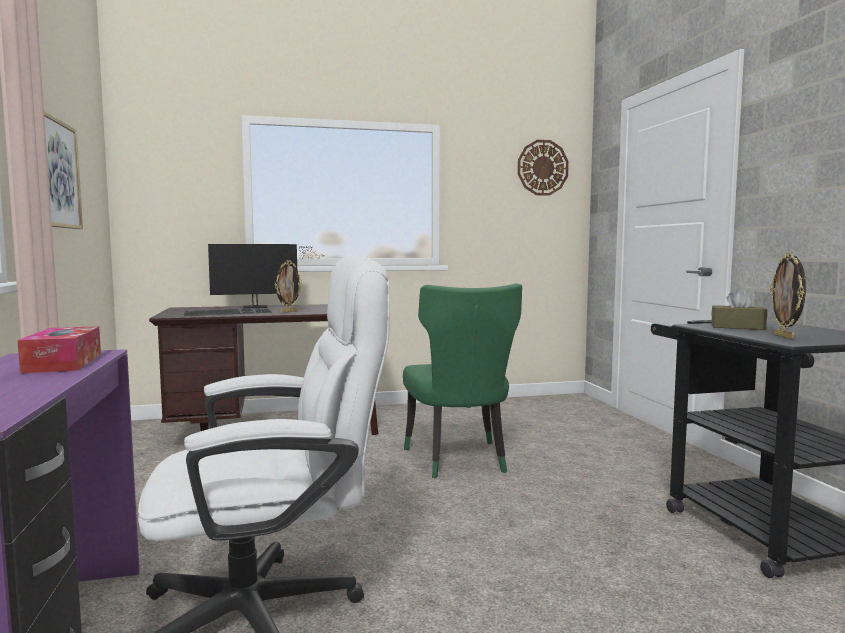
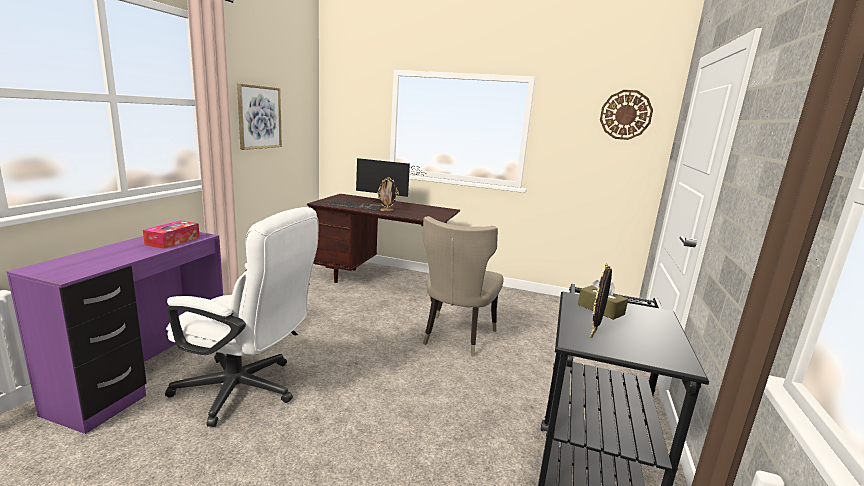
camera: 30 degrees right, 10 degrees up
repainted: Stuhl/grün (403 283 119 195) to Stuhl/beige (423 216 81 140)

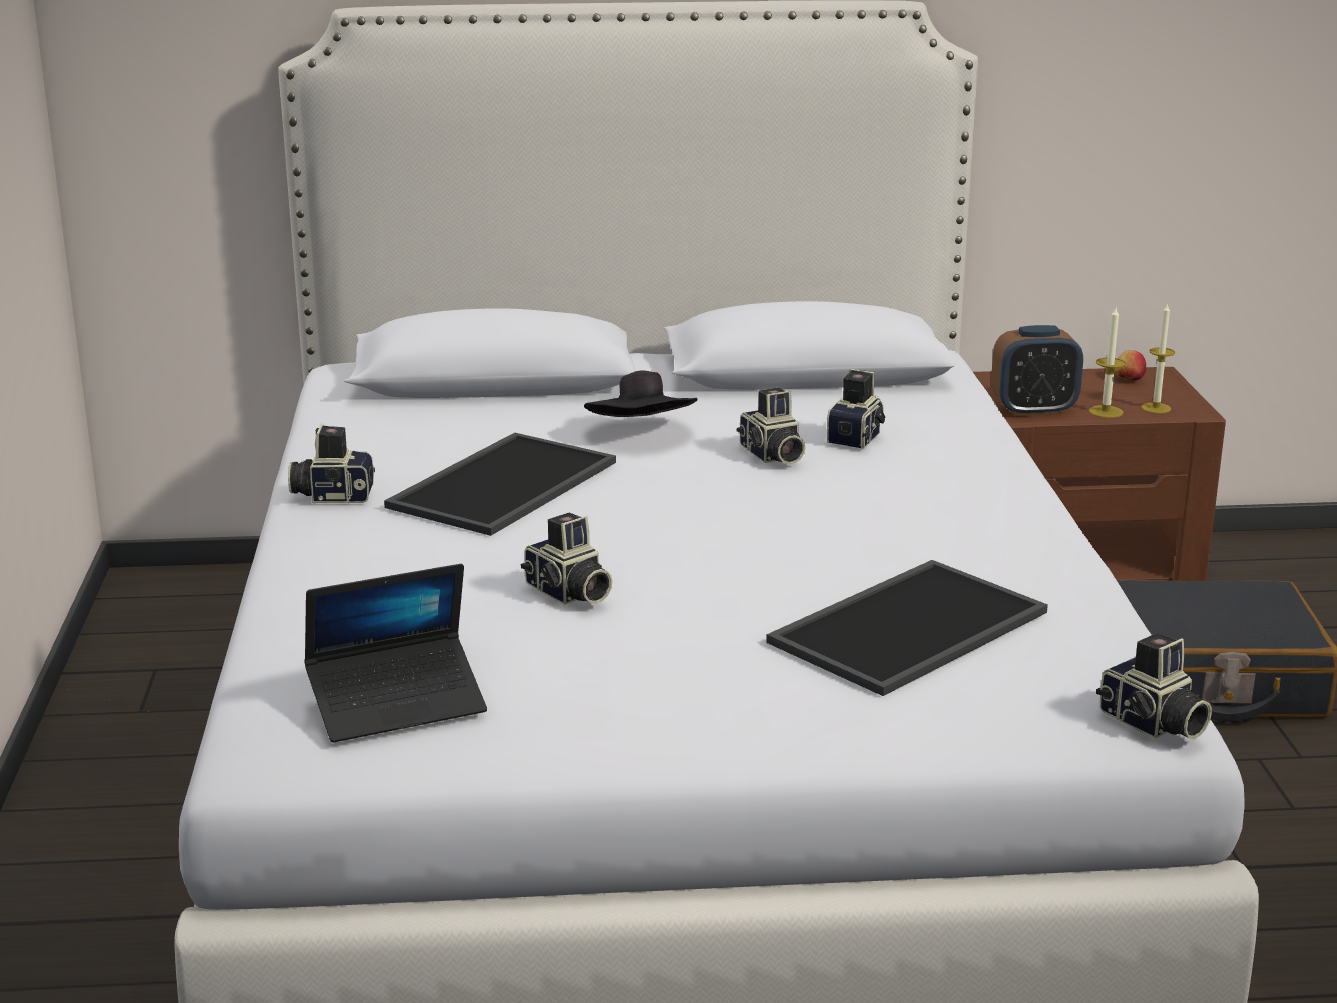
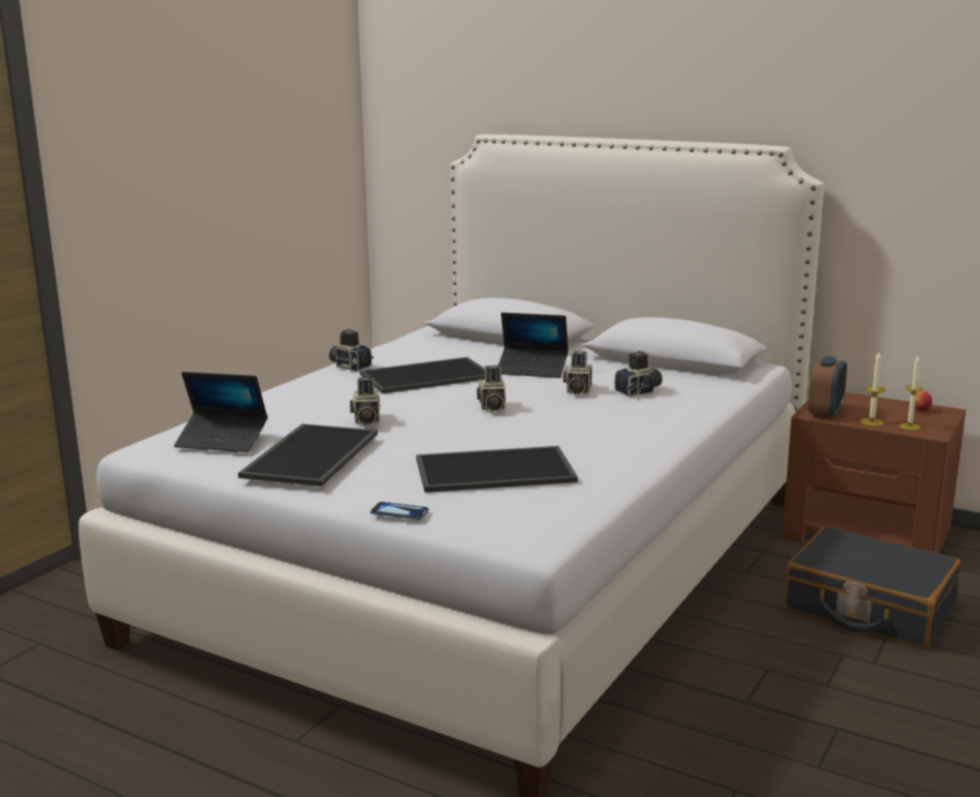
camera: 35 degrees right, 5 degrees down
new: Tablett (238 424 140 62); Handy (370 502 59 18)
shifted: Kamera (1096 633 116 106) to (477 365 28 47)
swapped: Hut/schwarz (584 370 114 47) to Laptop (498 312 70 66)
rotated: Wecker (991 325 92 92) = (808 356 39 63) 90 degrees counterclockwise

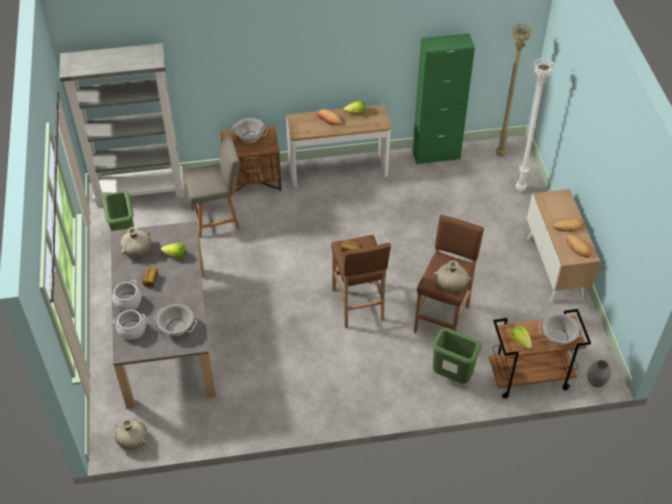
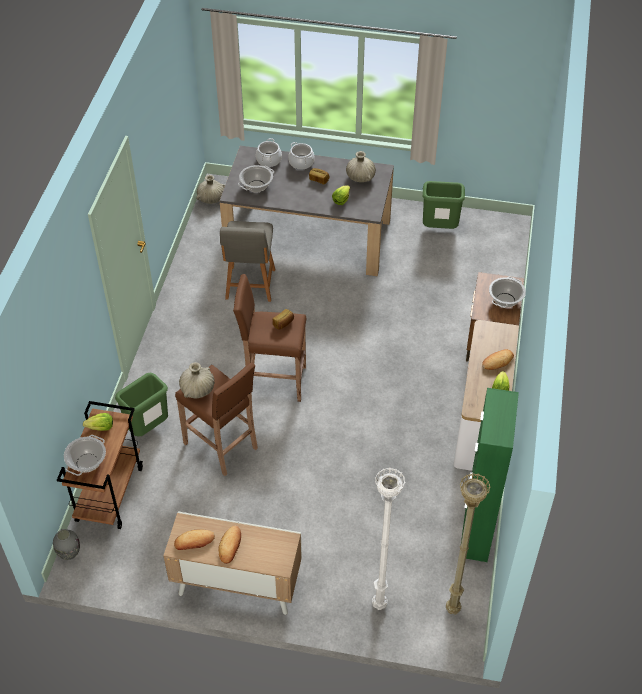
camera: 110 degrees right, 0 degrees up
gone: Bücherregal/grau (59 43 125 164)
shifted: Stuhl/grau (183 135 57 103) to (220 221 55 81)

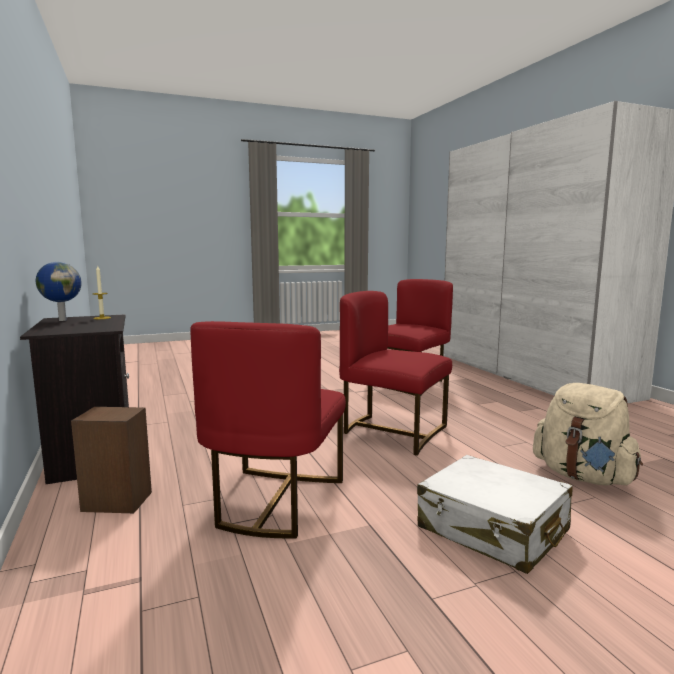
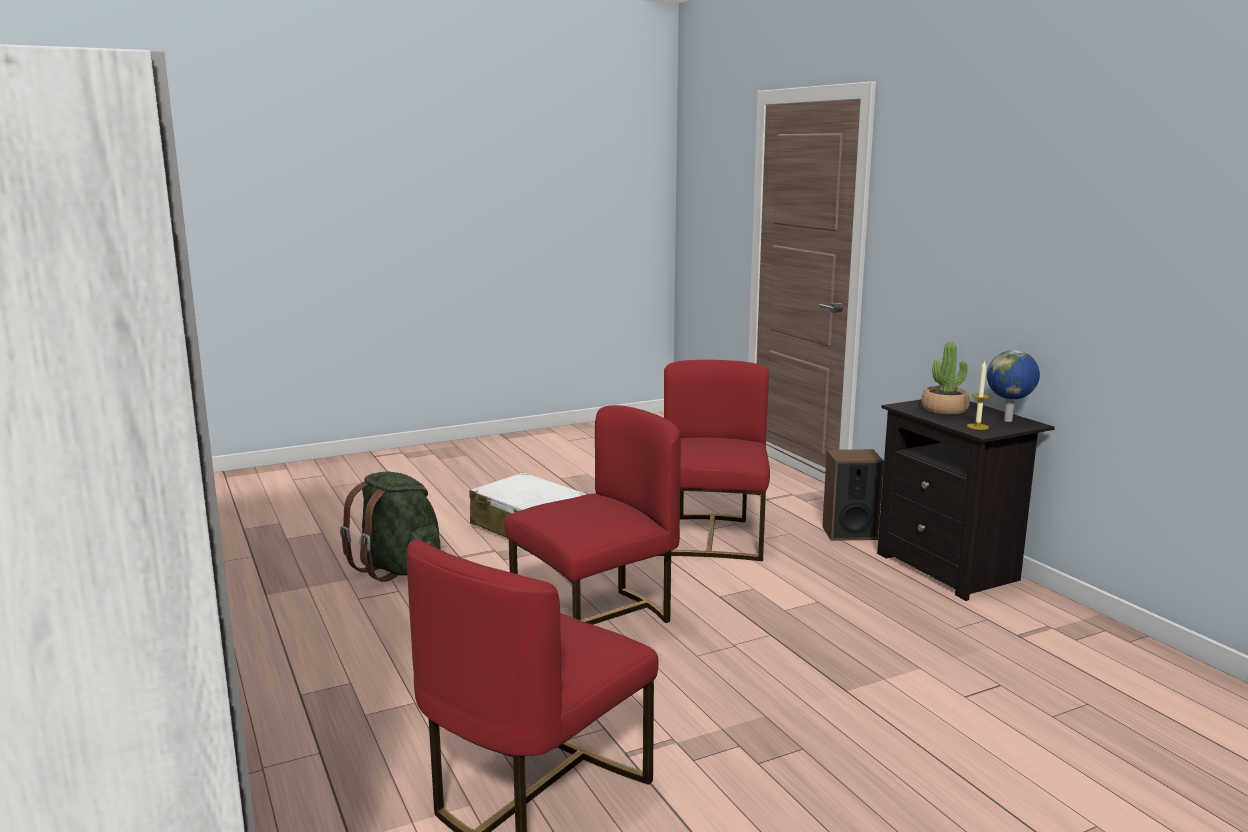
camera: 175 degrees right, 5 degrees up
new: Topfpflanze (921 342 49 73)
repainted: Rucksack/beige (533 383 110 102) to Rucksack/grün (340 471 101 111)
rotated: Stuhl/rot (339 291 113 165) = (504 405 177 220) 60 degrees counterclockwise

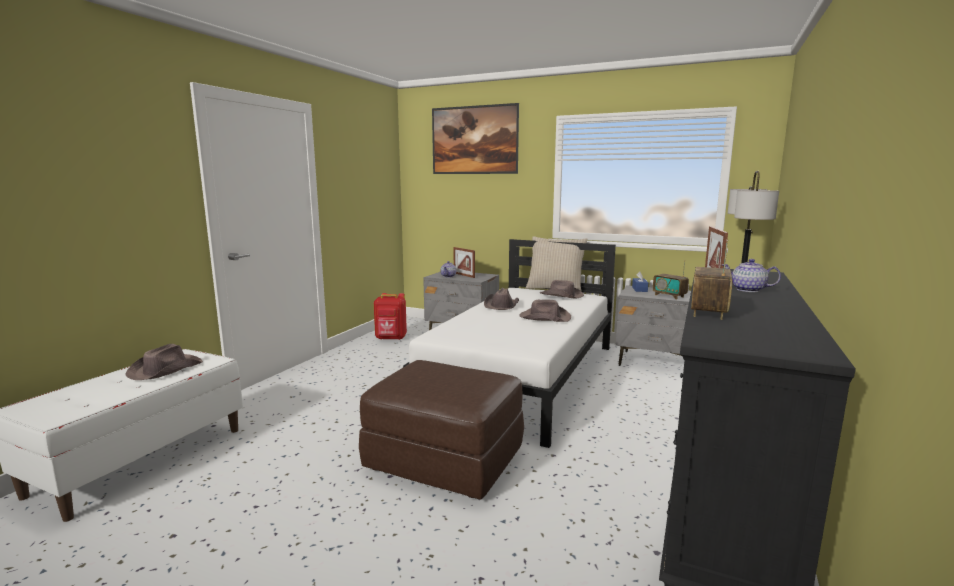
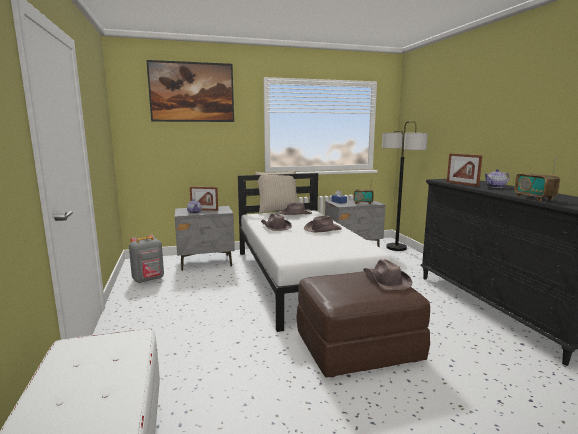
camera: 40 degrees left, 0 degrees up
shifted: Hut/braun (125 344 78 36) to (363 259 49 31)
repainted: Rucksack/rot (374 293 33 47) to Rucksack/grau (129 235 35 48)

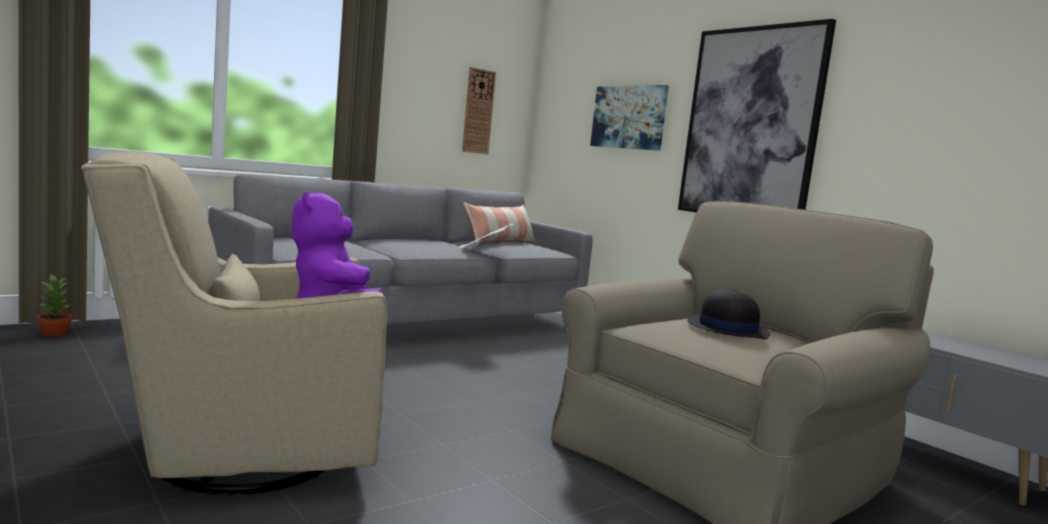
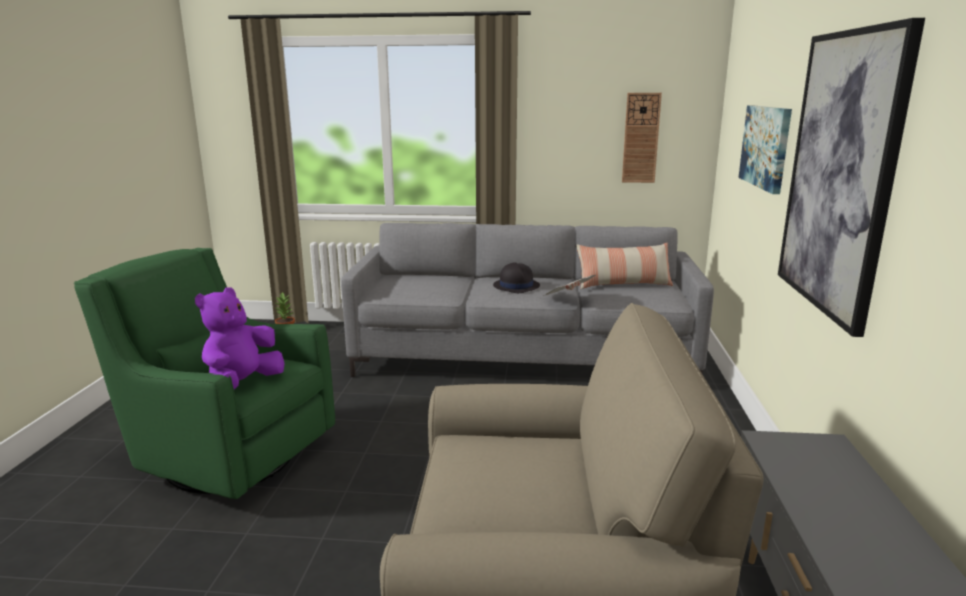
camera: 45 degrees right, 10 degrees up
shifted: Hut/schwarz (688 289 82 50) to (493 262 47 31)
repainted: Sessel/beige (81 152 306 343) to Sessel/grün (74 248 261 251)

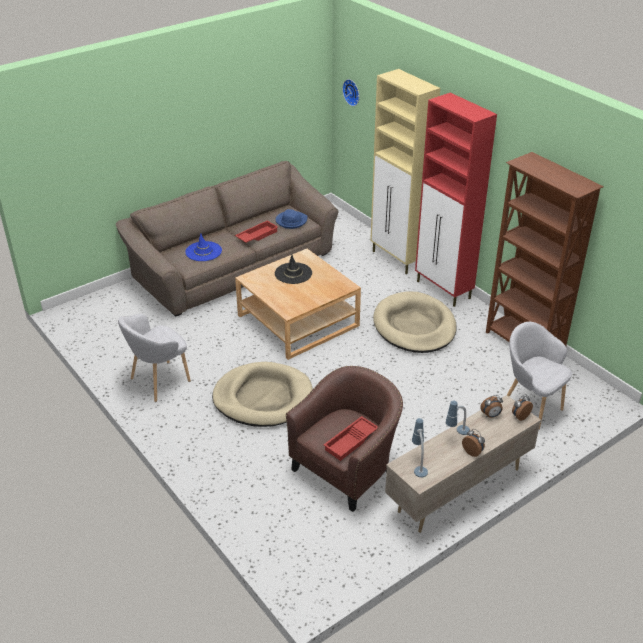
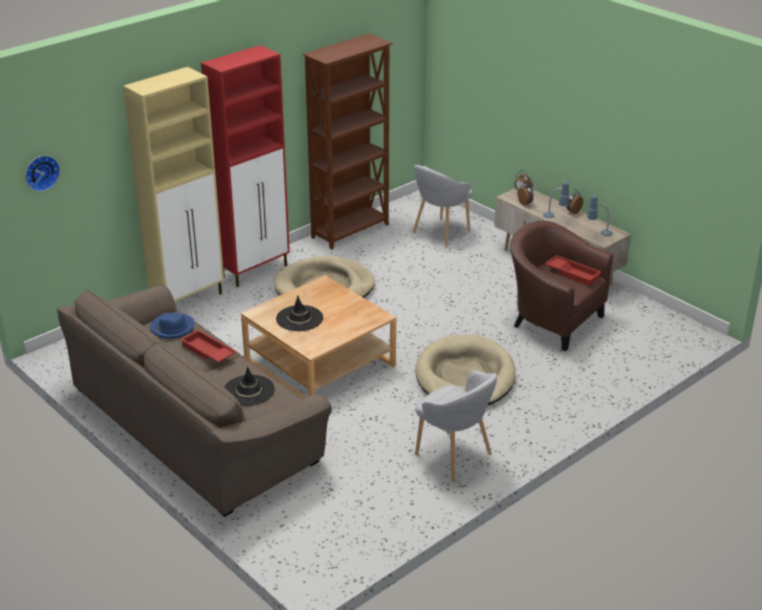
camera: 95 degrees left, 5 degrees down
repainted: Hut/blau (185 233 37 28) to Hut/schwarz (224 366 51 40)

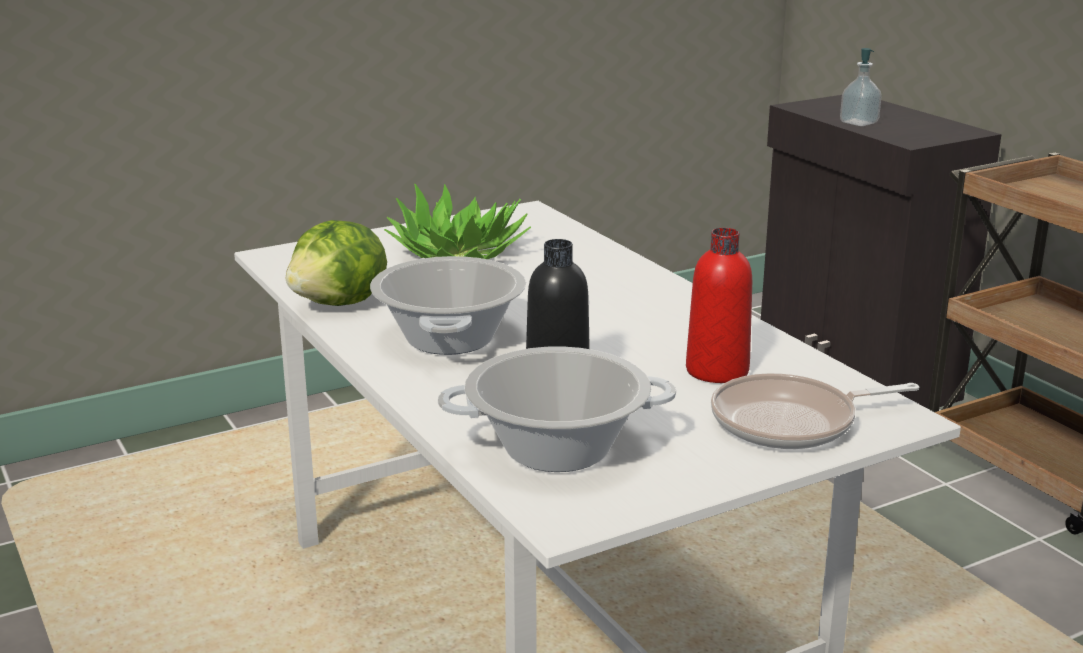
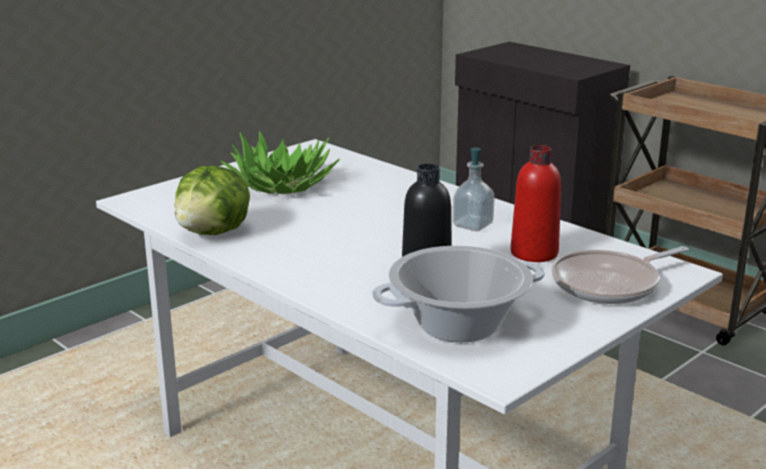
camera: 15 degrees left, 0 degrees up
gone: Kochtopf (370 256 156 99)
shifted: Seifenspender (840 48 42 78) to (453 147 42 84)

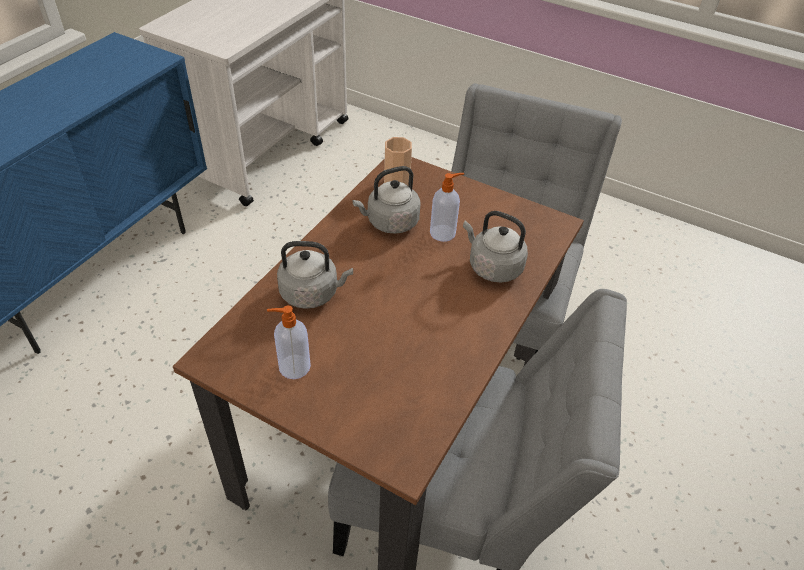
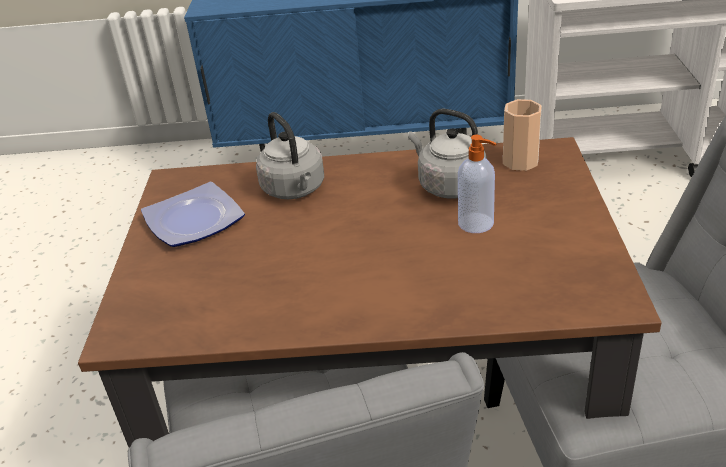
camera: 65 degrees right, 10 degrees down
gone: Wasserkessel/grau (463 211 65 71)
swapped: Seifenspender (267 306 44 73) to Teller (141 182 104 65)

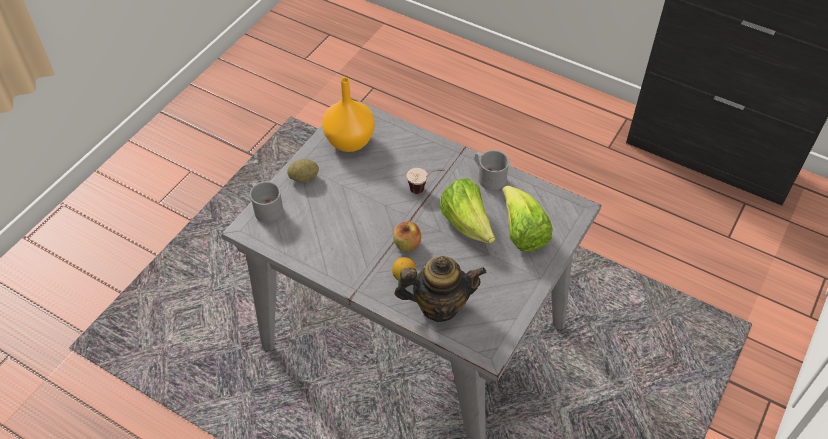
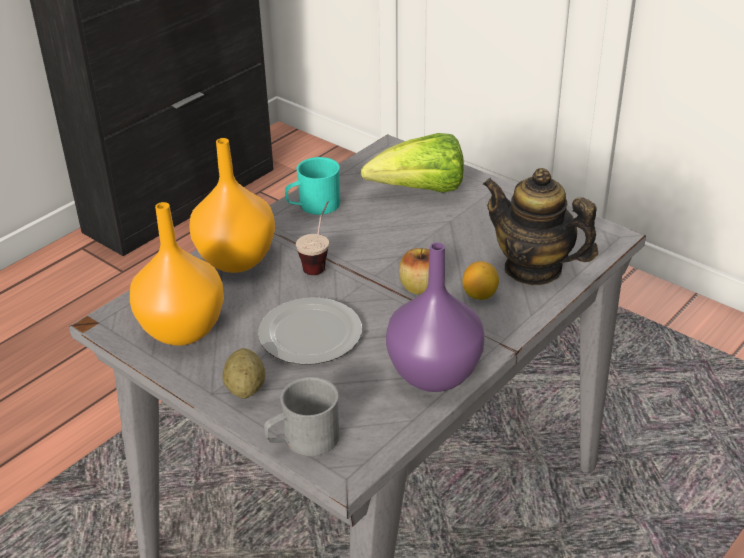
camera: 80 degrees left, 15 degrees down
gone: Salatkopf (440 178 55 65)
new: Vase/orange (189 138 86 135); Vase/lila (386 242 99 150); Teller (258 297 104 68)
repainted: Henkelbecher/grau (475 150 34 41) to Henkelbecher/türkis (285 157 55 58)
rotated: Teekanne (395 256 91 66) = (482 168 116 117) 60 degrees counterclockwise

